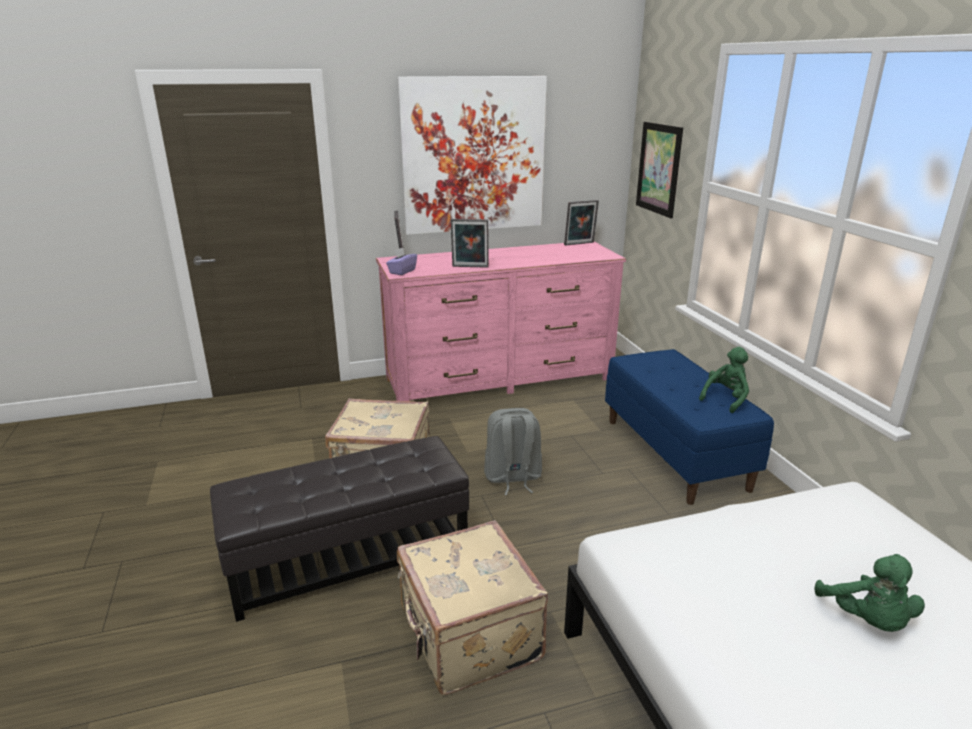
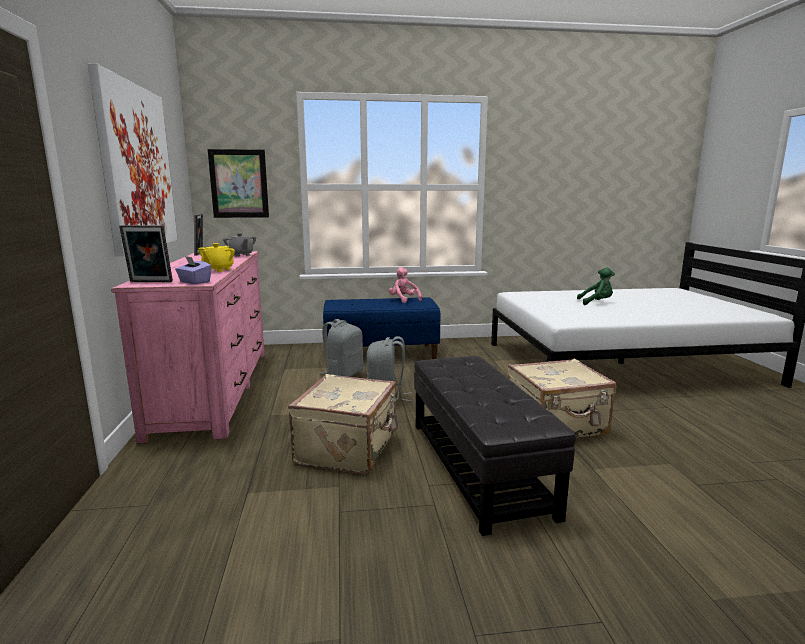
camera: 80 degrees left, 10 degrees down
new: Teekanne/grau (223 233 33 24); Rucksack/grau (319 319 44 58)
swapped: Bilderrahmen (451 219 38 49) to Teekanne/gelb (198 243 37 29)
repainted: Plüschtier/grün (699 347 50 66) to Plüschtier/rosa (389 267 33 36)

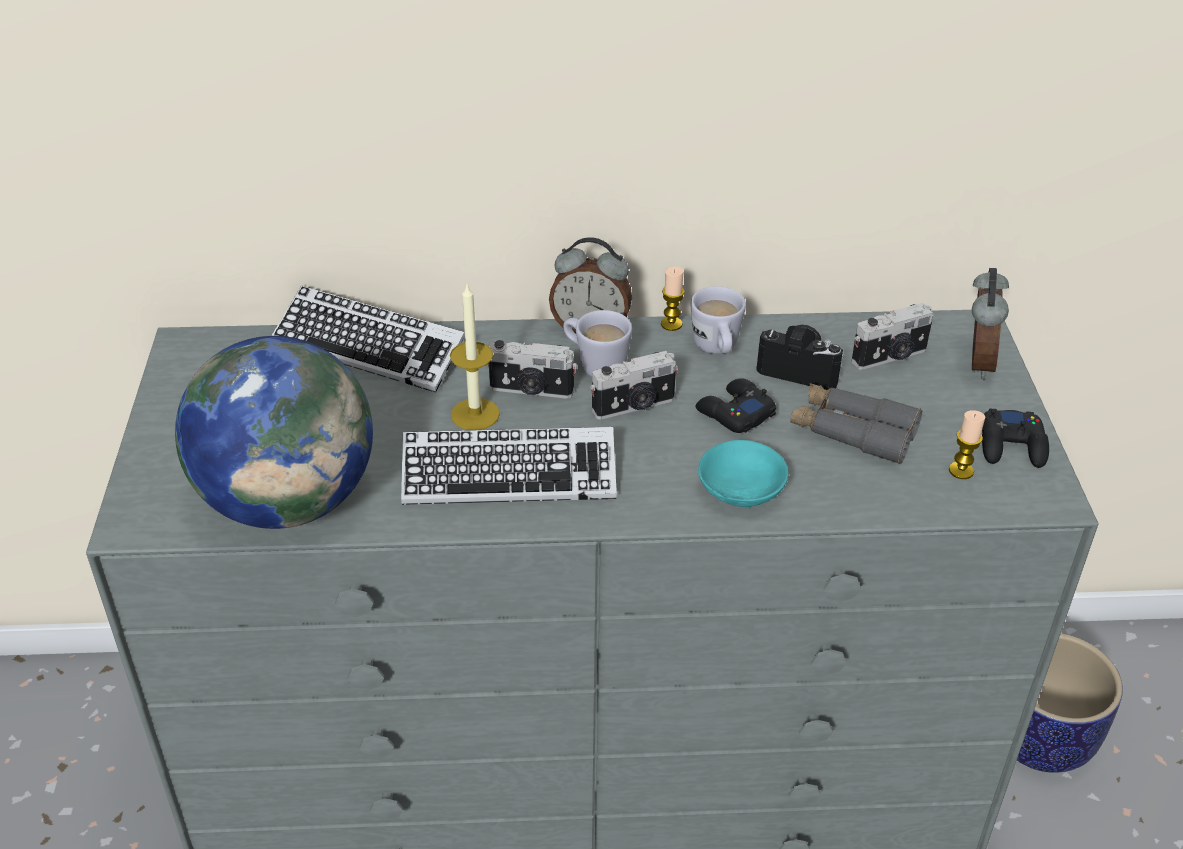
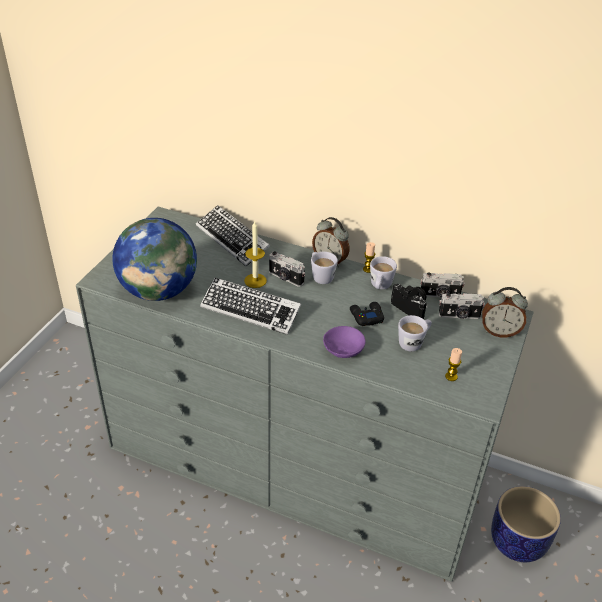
camera: 25 degrees right, 0 degrees up
gone: Gamepad/schwarz (982 408 67 60)
shifted: Kamera (590 351 88 68) to (421 272 44 26)
swapped: Fernglas/grau (790 383 132 81) to Henkelbecher/weiß (398 315 34 37)
repainted: Schüssel/türkis (698 440 90 67) to Schüssel/lila (323 326 43 32)
rotated: Wecker (971 268 38 111) = (482 287 46 50) 60 degrees clockwise

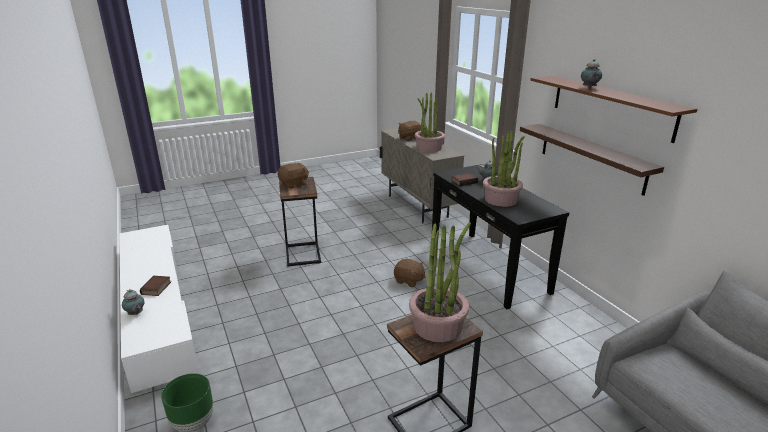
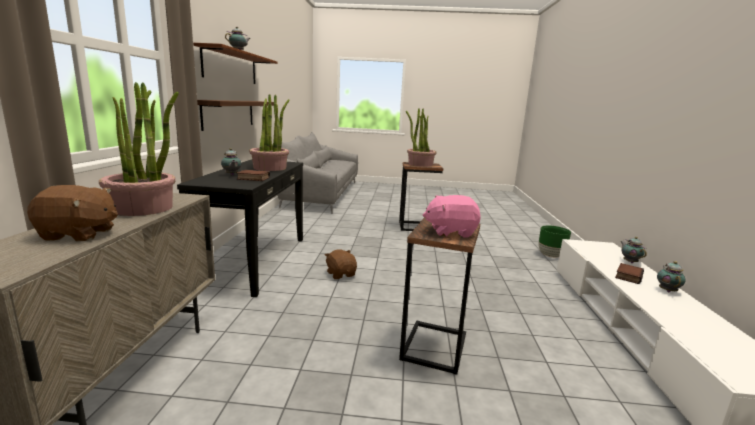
camera: 150 degrees left, 10 degrees down
new: Teekanne (657 261 29 31)
repainted: Plüschtier/braun (278 162 31 26) to Plüschtier/rosa (423 195 58 43)

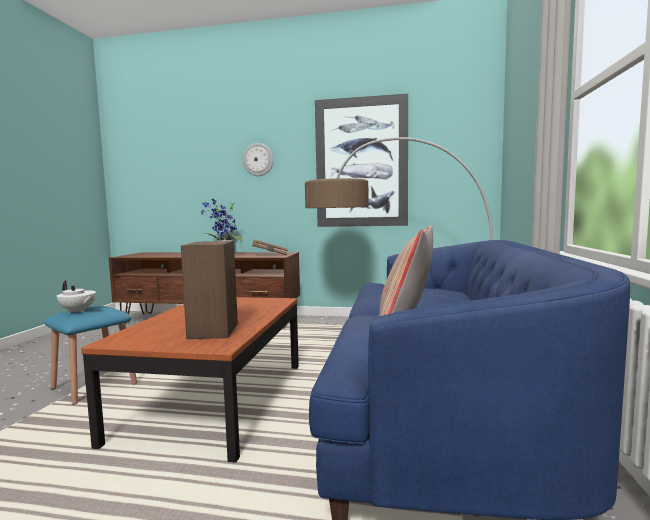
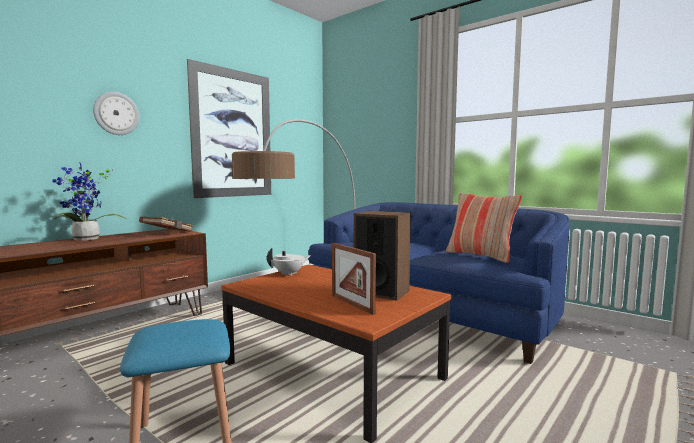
camera: 60 degrees left, 0 degrees up
new: Bilderrahmen (332 243 44 72)
shifted: Teekanne/weiß (57 281 39 32) to (267 248 44 28)

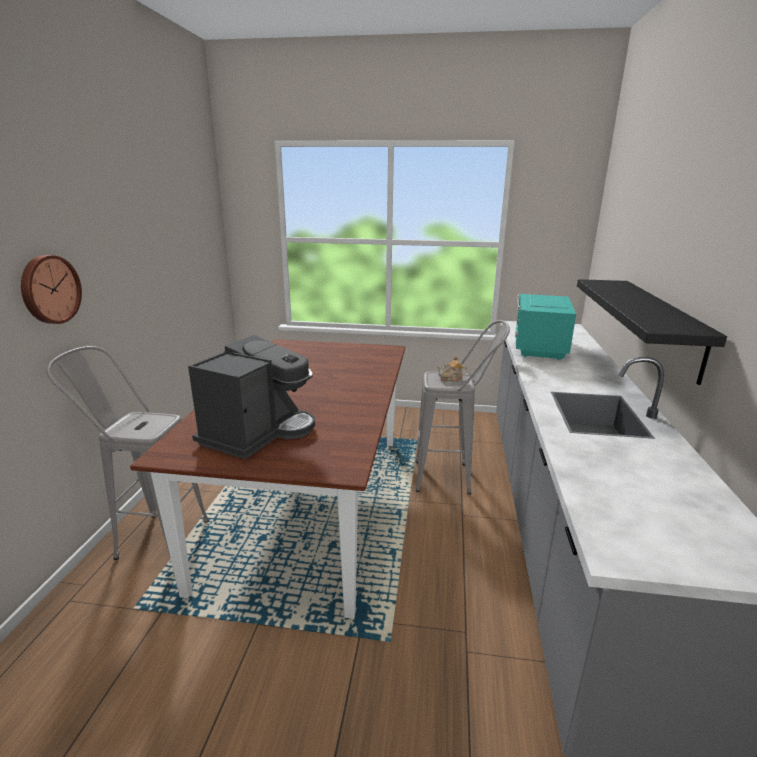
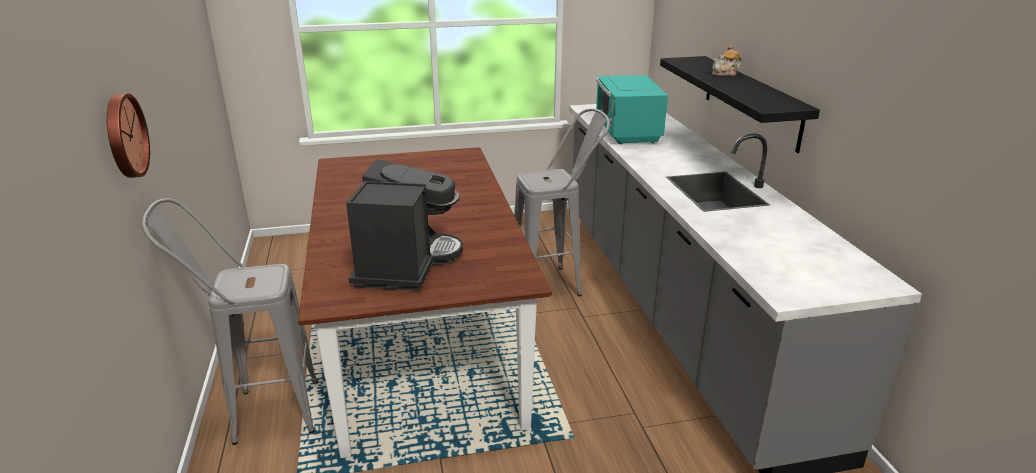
camera: 20 degrees left, 5 degrees up
shifted: Teekanne (437 356 30 26) to (712 45 30 31)

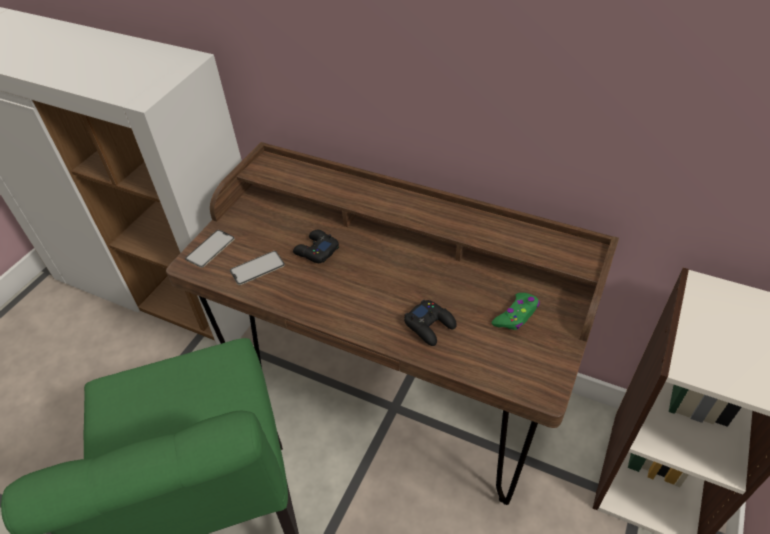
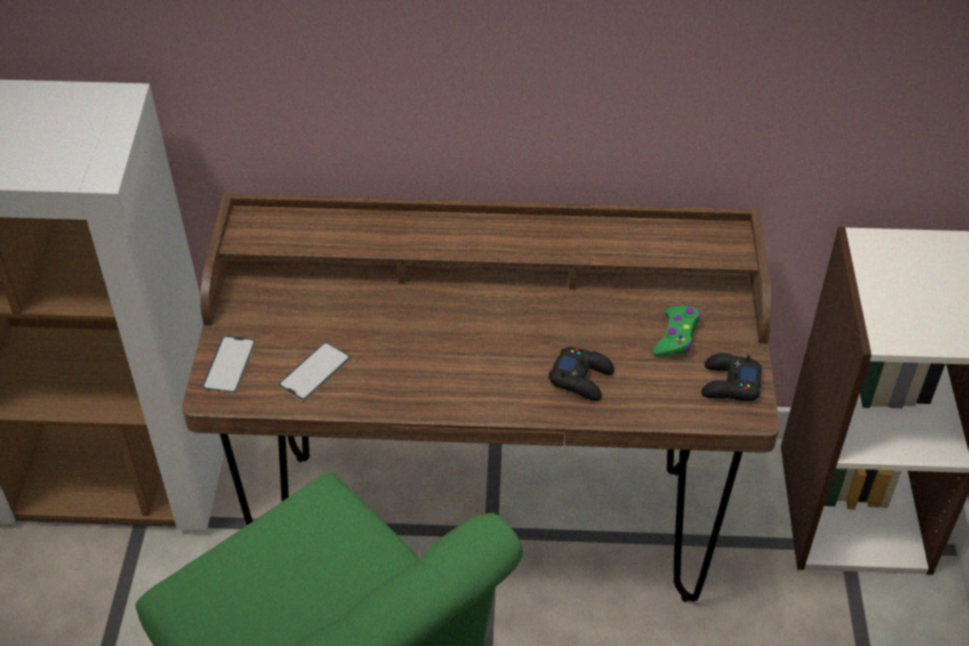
camera: 25 degrees left, 0 degrees up
shifted: Gamepad/schwarz (293 230 46 33) to (701 353 61 48)

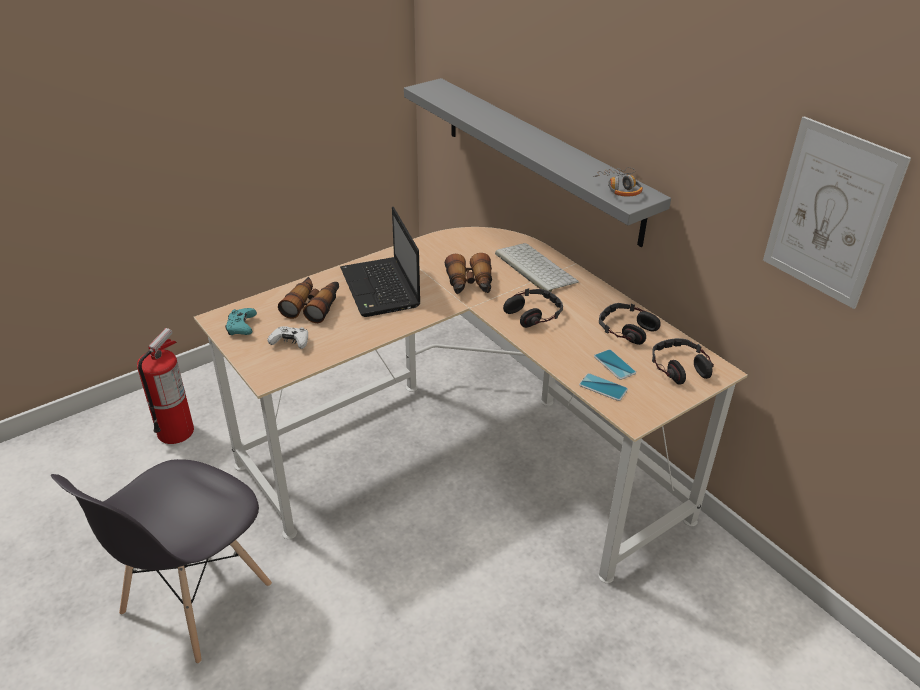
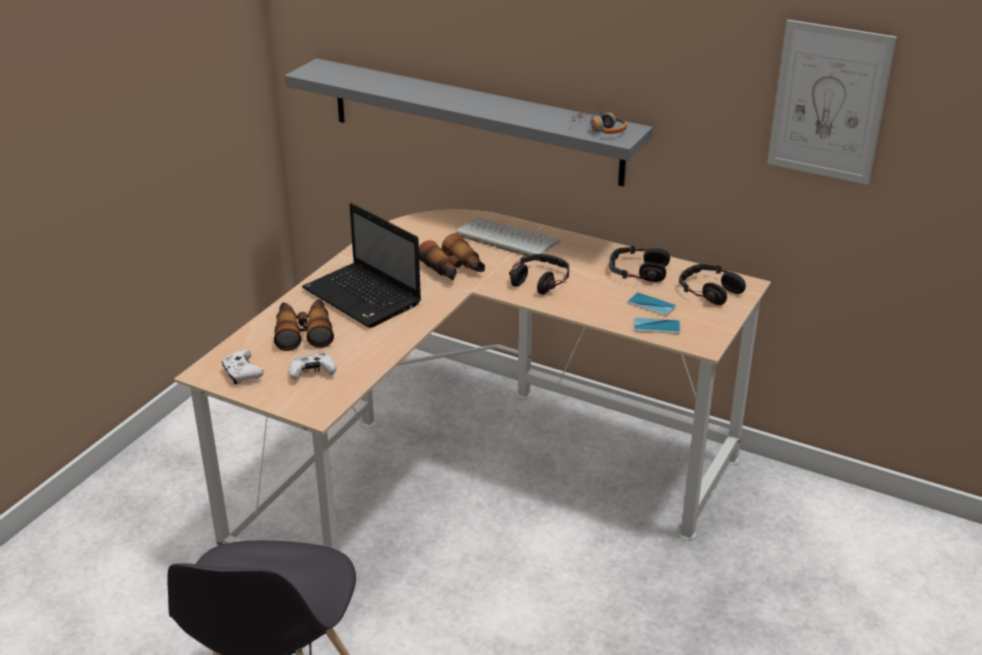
camera: 25 degrees left, 5 degrees down
gone: Feuerlöscher (137 328 57 116)
repainted: Gamepad/türkis (225 308 32 27) to Gamepad/weiß (222 350 42 34)

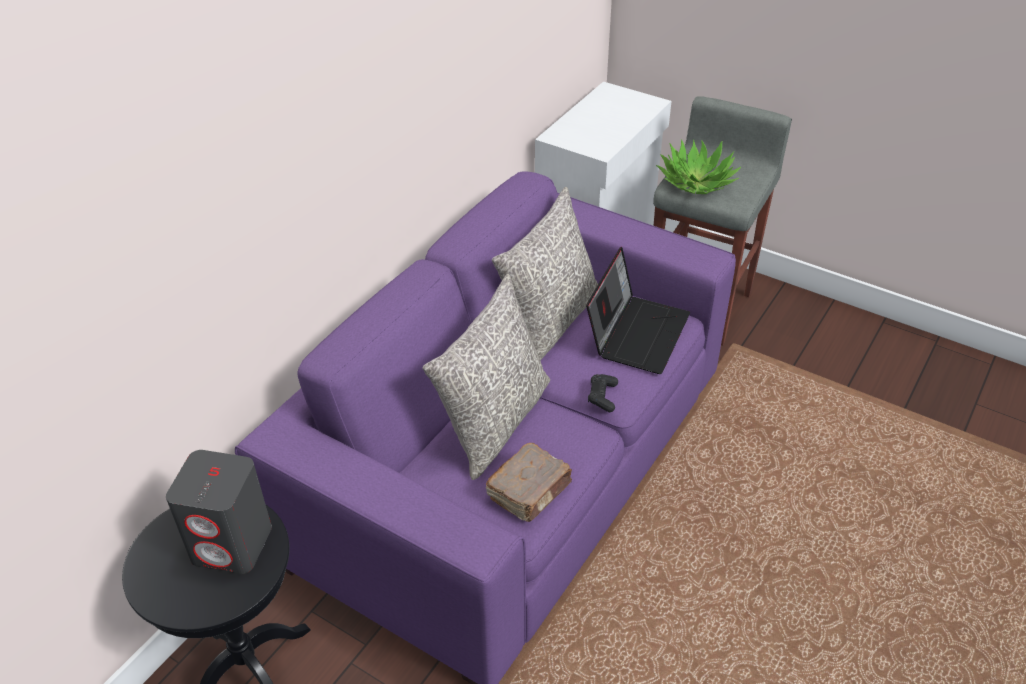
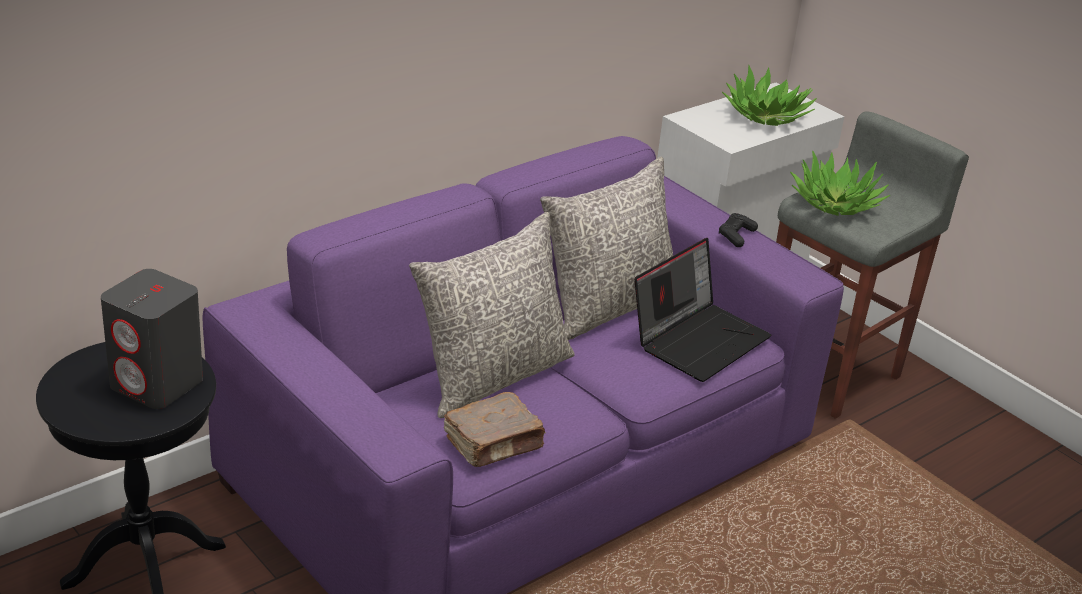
camera: 15 degrees right, 10 degrees down
new: Topfpflanze (722 65 95 61)
shifted: Gamepad/schwarz (588 374 30 38) to (719 213 39 34)

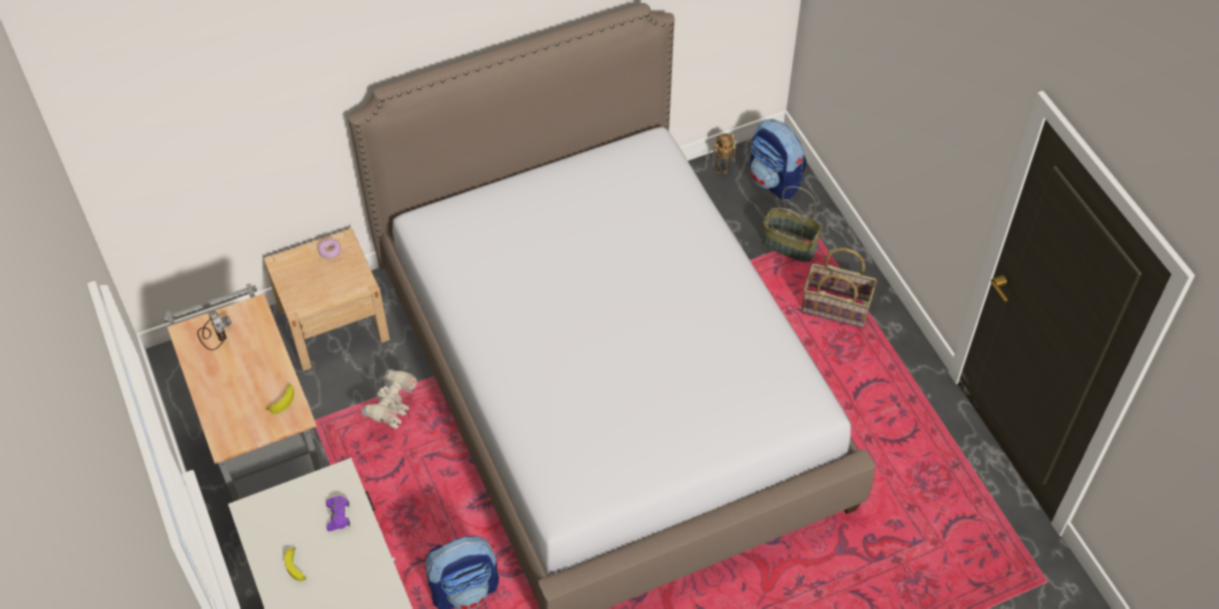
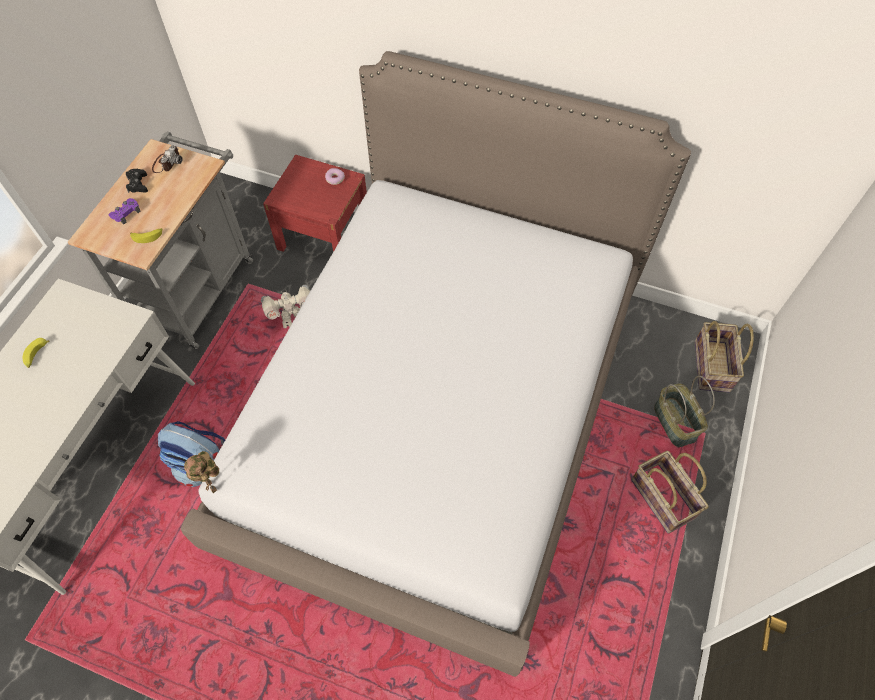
camera: 45 degrees right, 5 degrees up
new: Gamepad/schwarz (126 169 22 24)
shifted: Spielzeugroboter (713 133 24 41) to (184 451 35 42); Gamepad/lila (326 496 24 35) to (108 198 33 26)
swapped: Rucksack (749 119 58 80) to Korb (695 321 59 71)
repainted: Nachttisch/beige (263 228 127 143) to Nachttisch/rot (263 155 104 97)

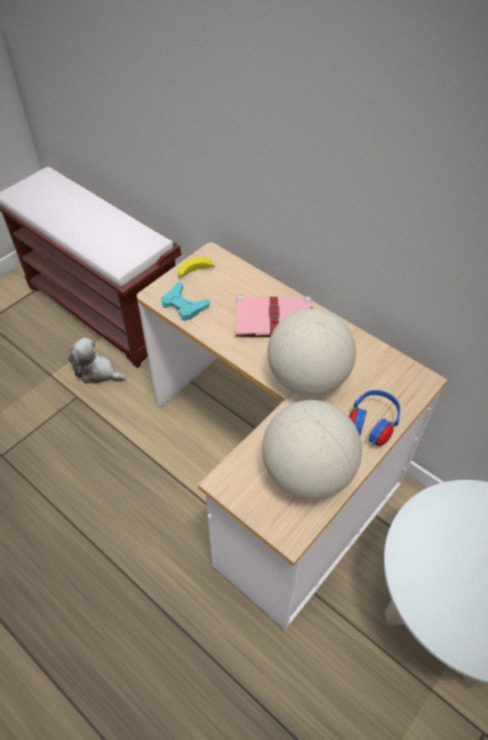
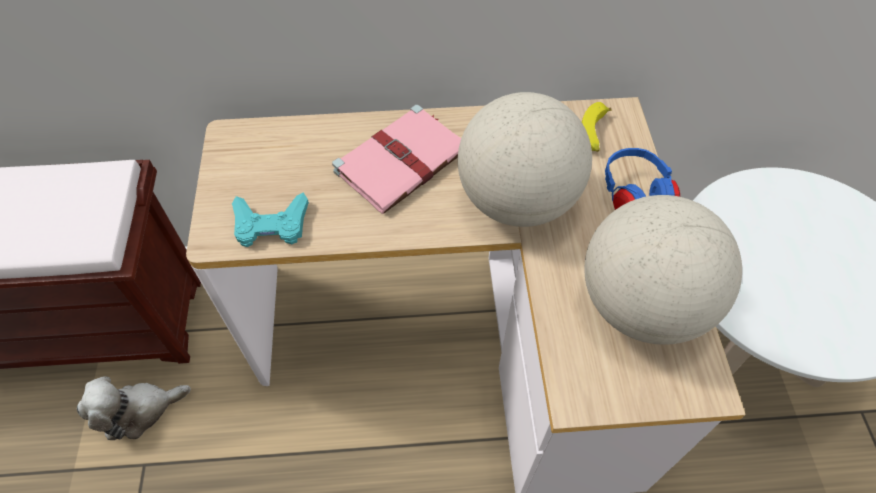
camera: 45 degrees left, 5 degrees up
shifted: Banane (177 257 38 21) to (582 102 30 50)

